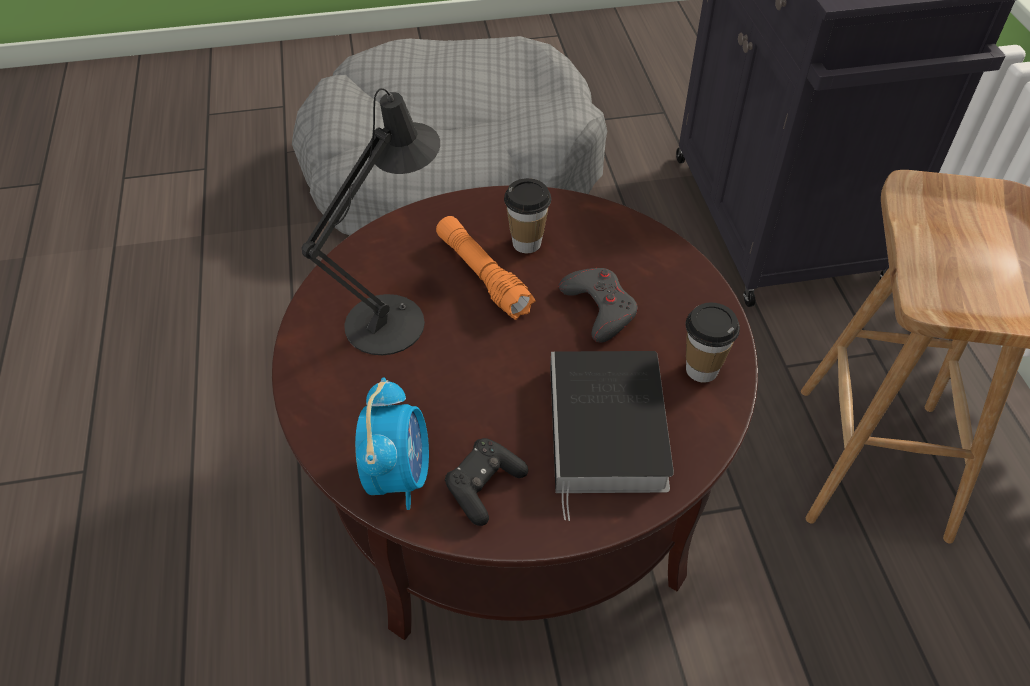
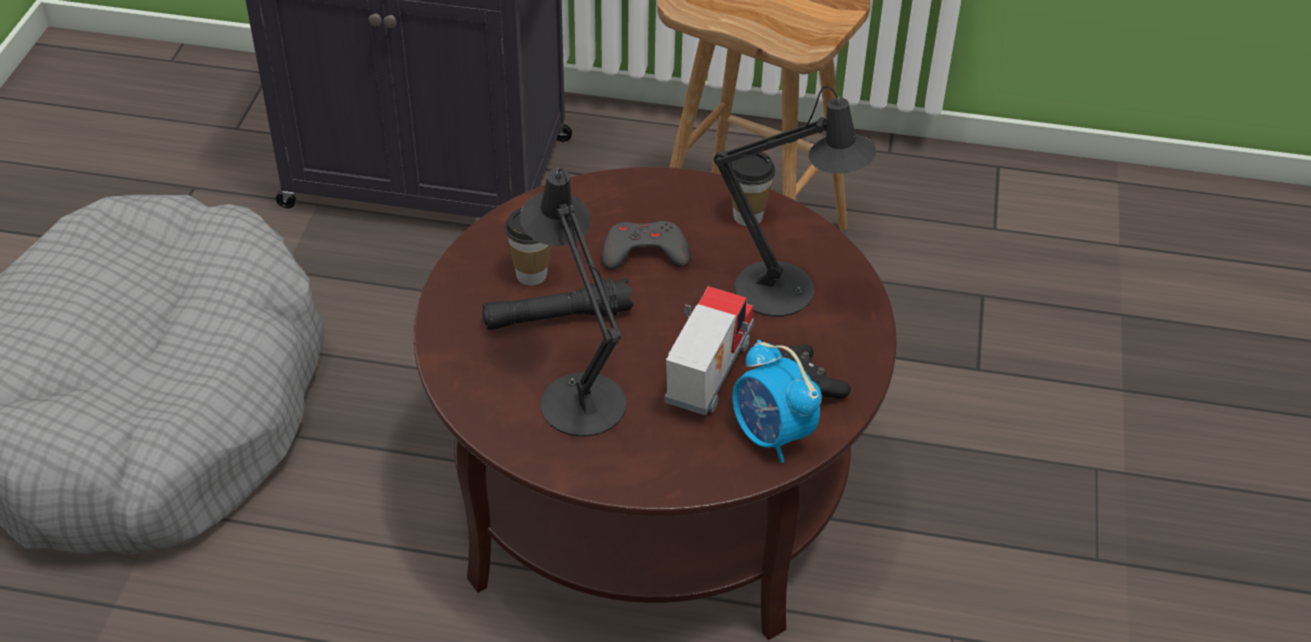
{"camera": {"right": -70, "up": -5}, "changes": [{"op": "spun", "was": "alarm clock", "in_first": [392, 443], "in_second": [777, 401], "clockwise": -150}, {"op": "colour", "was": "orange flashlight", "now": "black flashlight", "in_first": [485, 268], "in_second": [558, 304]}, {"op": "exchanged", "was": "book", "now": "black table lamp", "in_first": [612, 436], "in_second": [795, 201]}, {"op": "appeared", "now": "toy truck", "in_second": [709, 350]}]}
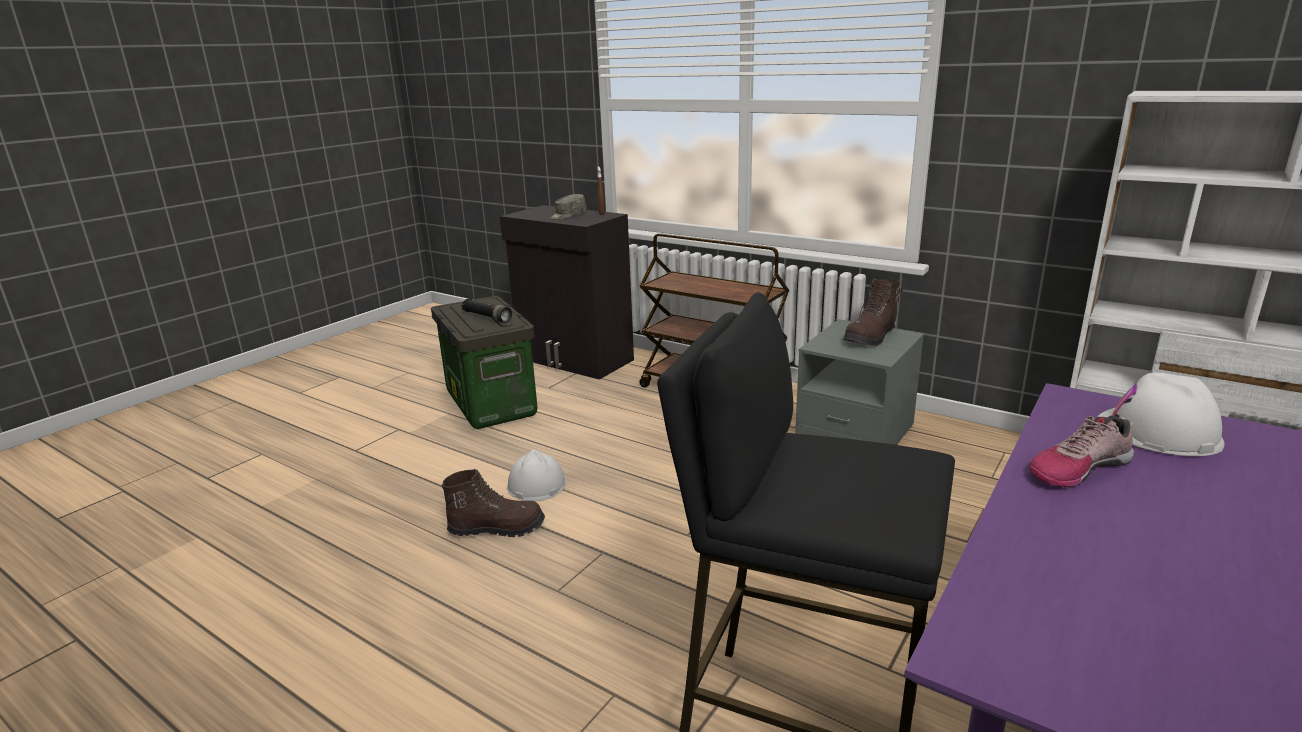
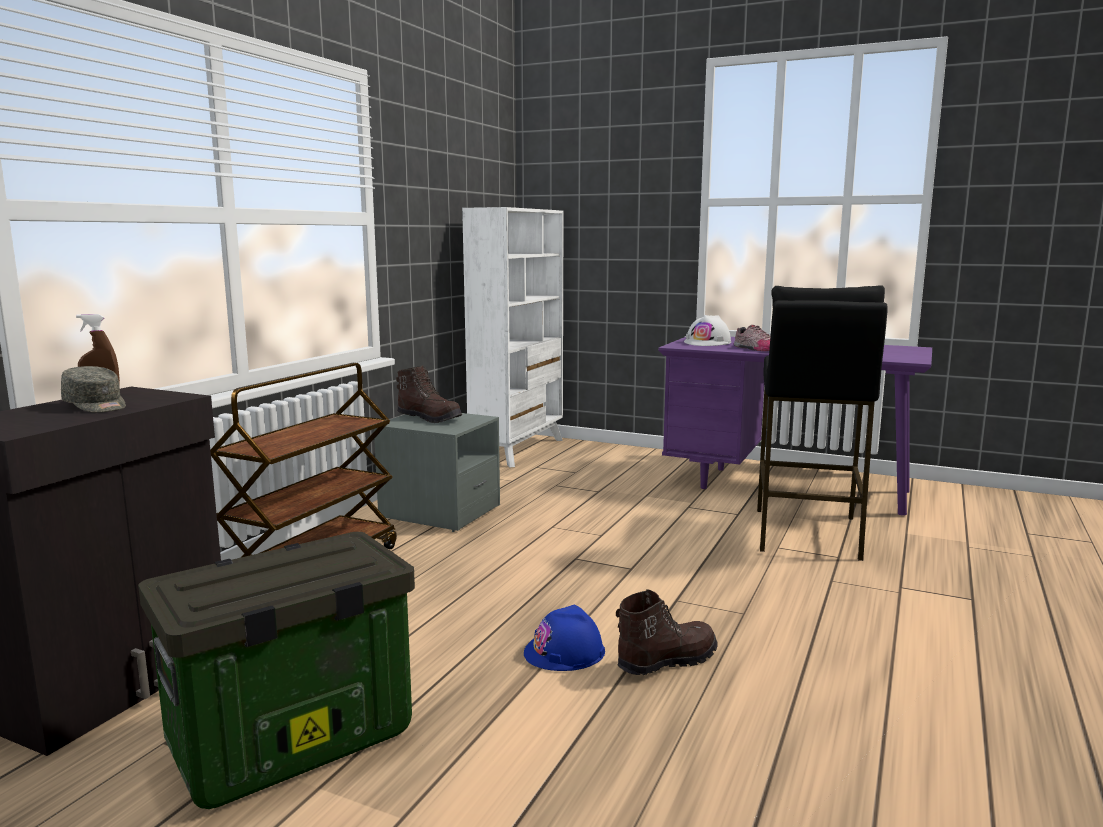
{"camera": {"right": -100, "up": -10}, "changes": [{"op": "spun", "was": "brown boot", "in_first": [493, 503], "in_second": [667, 632], "clockwise": 75}, {"op": "missing", "was": "black flashlight", "in_first": [487, 311]}, {"op": "colour", "was": "white hard hat", "now": "blue hard hat", "in_first": [537, 475], "in_second": [564, 638]}]}
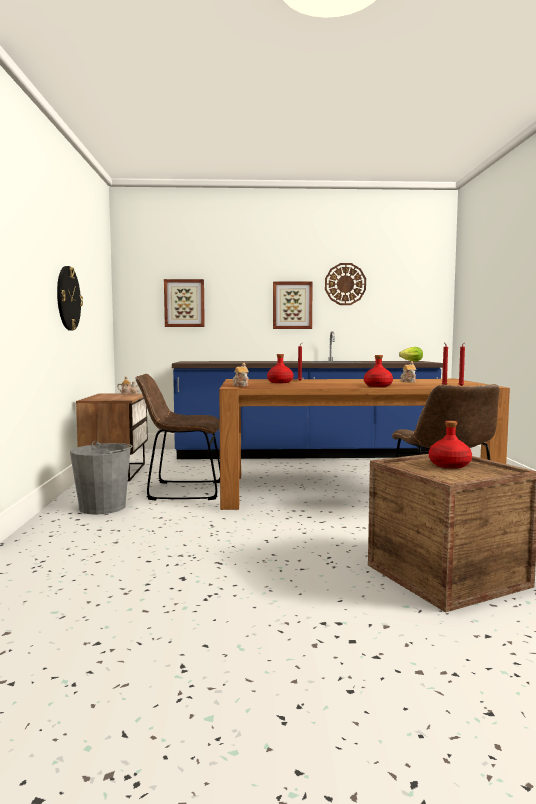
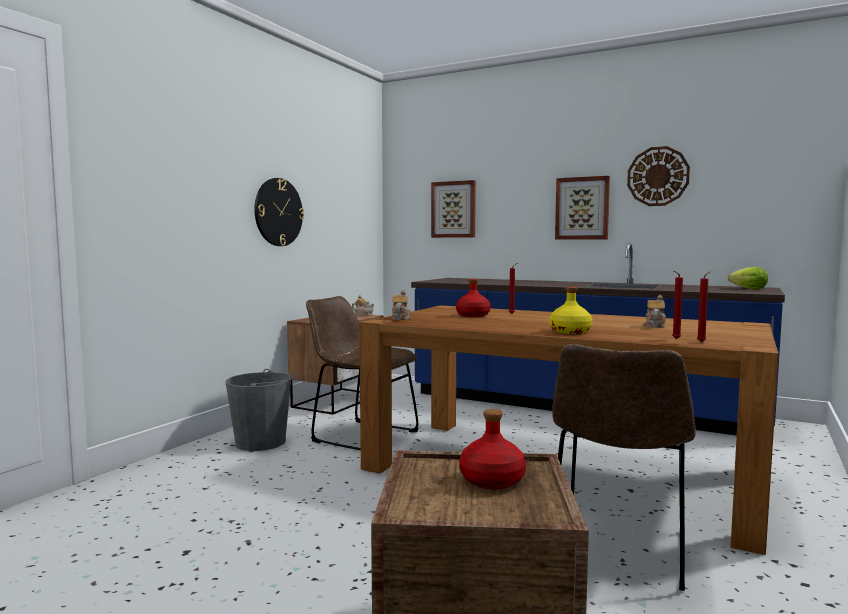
{"camera": {"right": 30, "up": 0}, "changes": [{"op": "colour", "was": "red bottle", "now": "yellow bottle", "in_first": [378, 371], "in_second": [571, 310]}]}
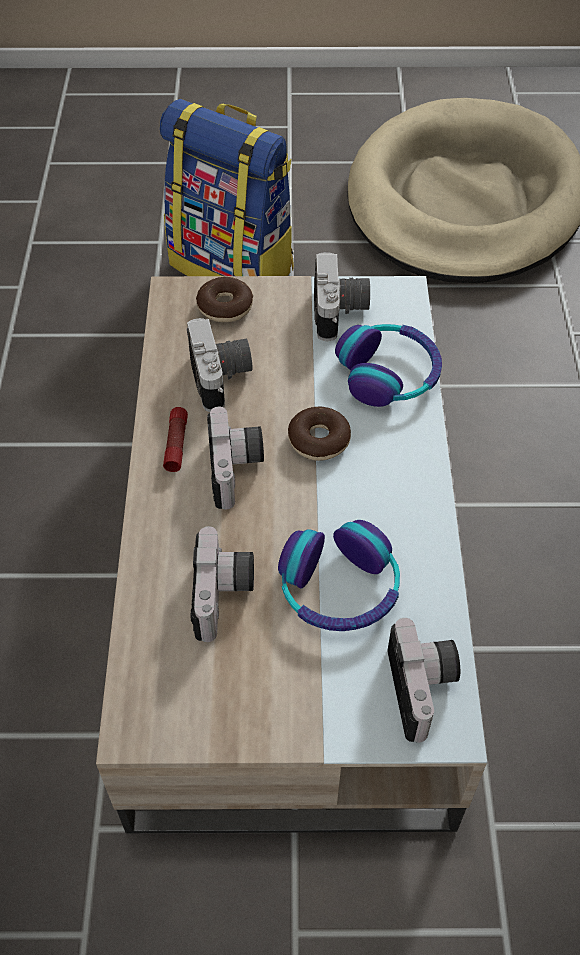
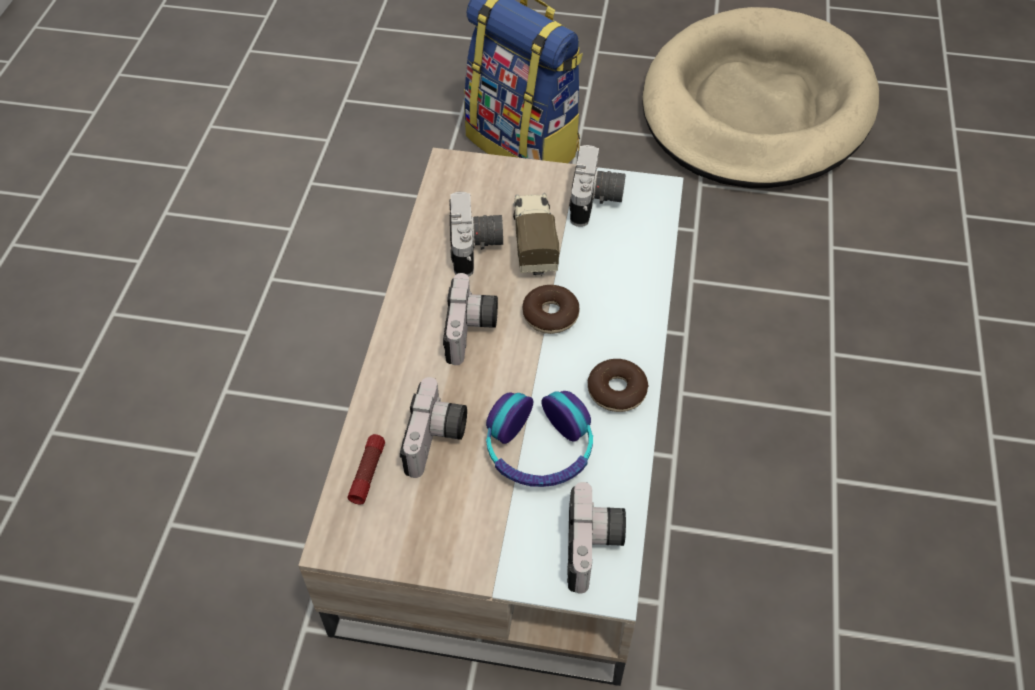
{"camera": {"right": 10, "up": 0}, "changes": [{"op": "relocated", "was": "flashlight", "in_first": [175, 439], "in_second": [366, 469]}, {"op": "relocated", "was": "donut", "in_first": [224, 299], "in_second": [618, 385]}, {"op": "missing", "was": "headphones", "in_first": [388, 365]}, {"op": "appeared", "now": "toy truck", "in_second": [536, 235]}]}
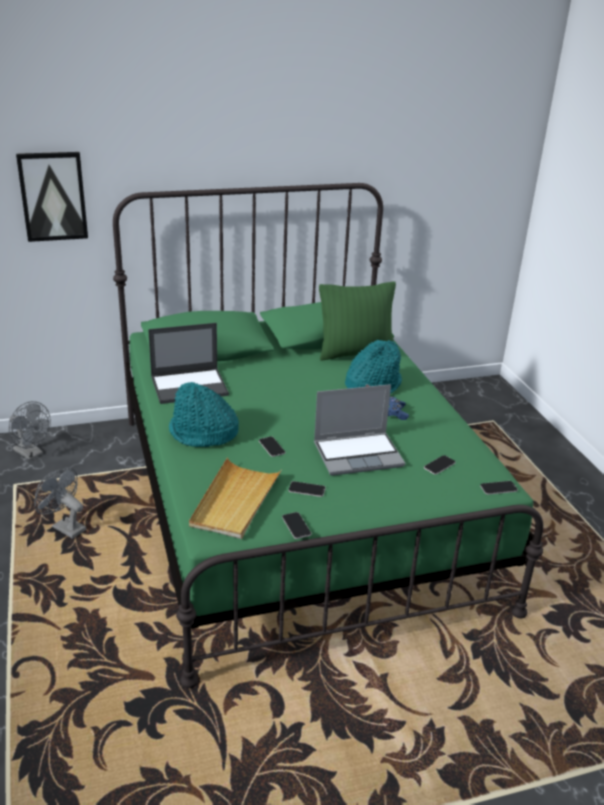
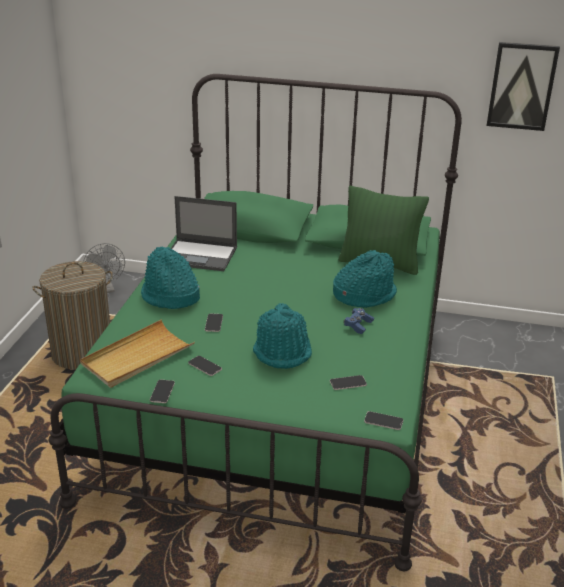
{"camera": {"right": 30, "up": 0}, "changes": [{"op": "relocated", "was": "picture", "in_first": [52, 197], "in_second": [523, 86]}, {"op": "exchanged", "was": "grey fan", "now": "laundry basket", "in_first": [60, 503], "in_second": [72, 315]}, {"op": "exchanged", "was": "laptop", "now": "turquoise hat", "in_first": [359, 430], "in_second": [282, 336]}]}
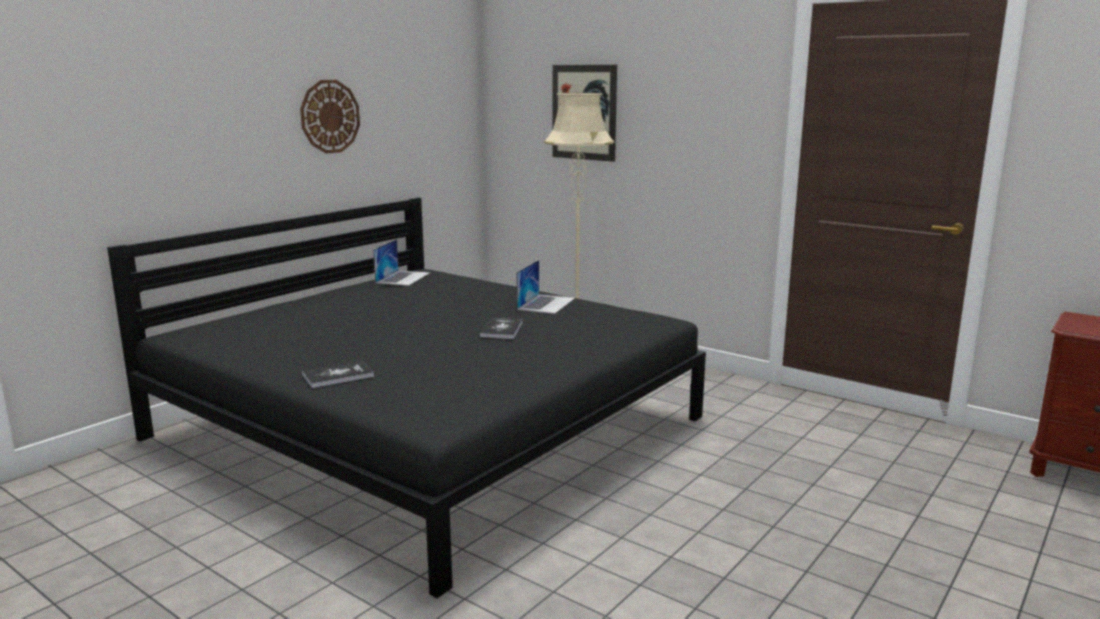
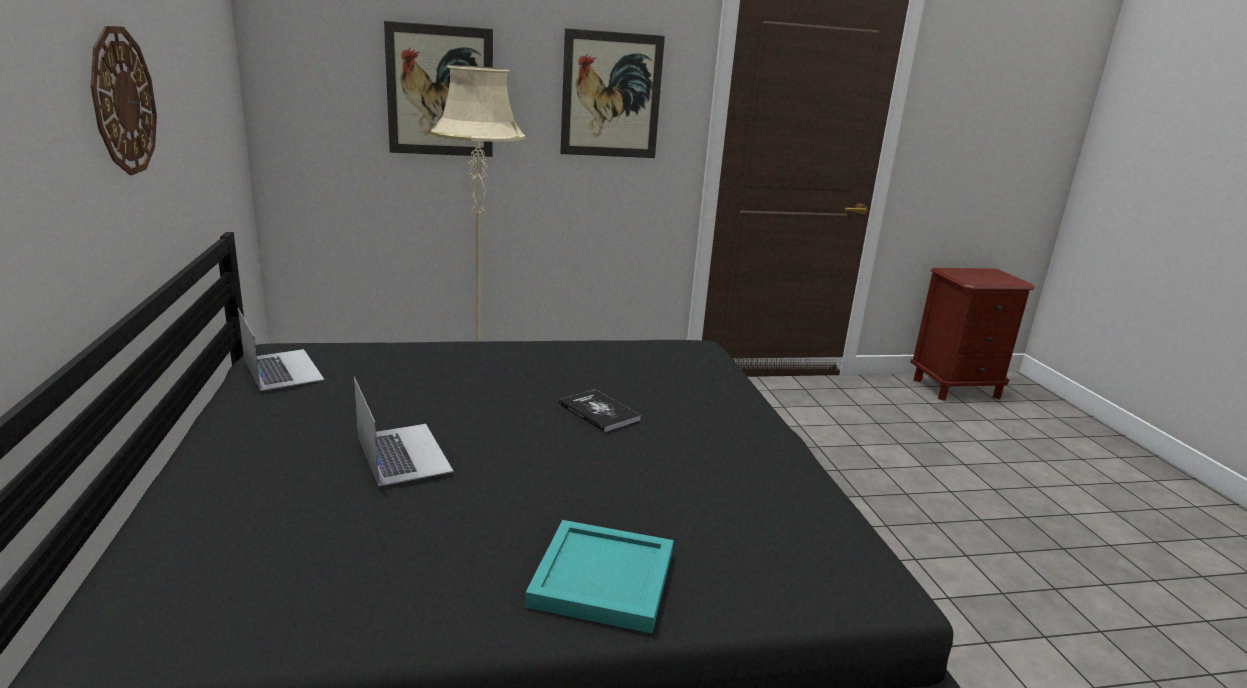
{"camera": {"right": -50, "up": 5}, "changes": [{"op": "exchanged", "was": "book", "now": "turquoise tray", "in_first": [338, 374], "in_second": [599, 576]}, {"op": "relocated", "was": "laptop", "in_first": [546, 287], "in_second": [403, 432]}, {"op": "appeared", "now": "picture", "in_second": [612, 93]}]}
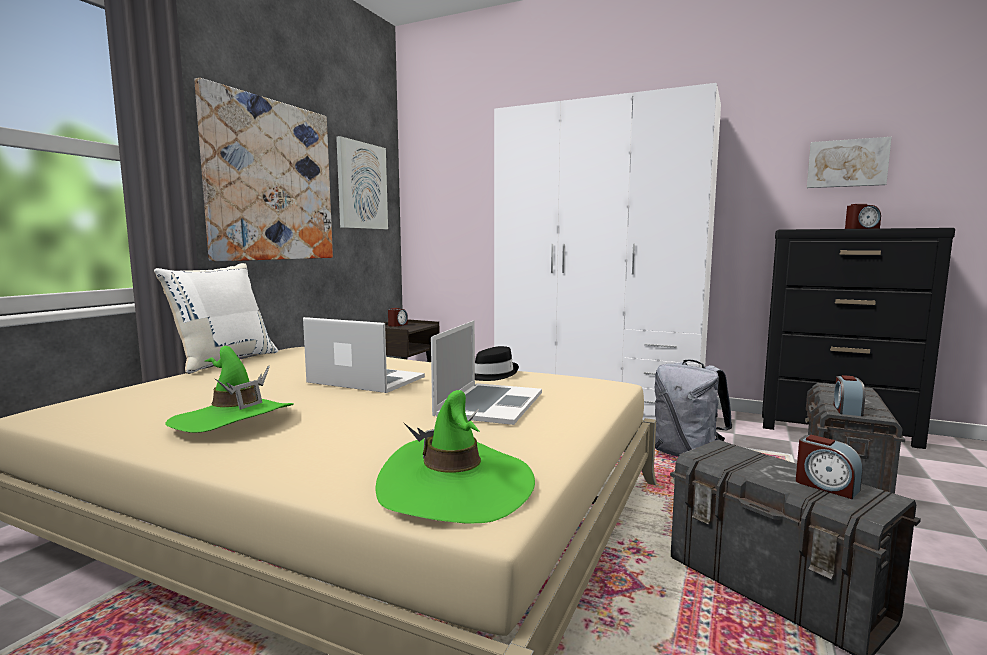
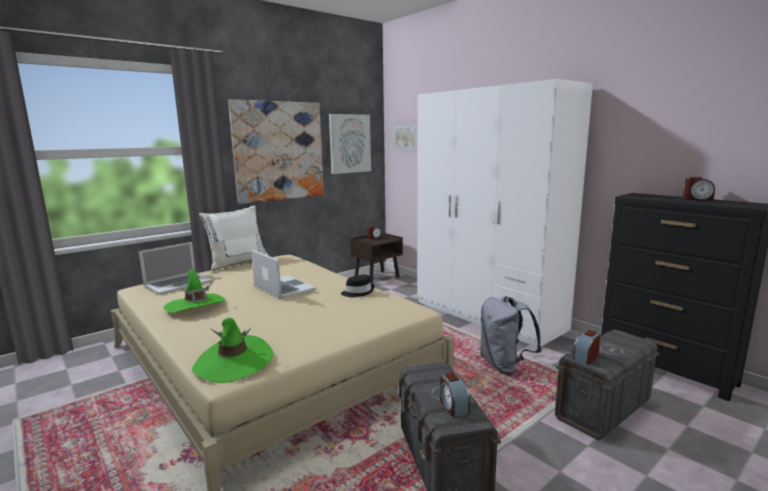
{"camera": {"right": 25, "up": 5}, "changes": [{"op": "relocated", "was": "laptop", "in_first": [486, 372], "in_second": [175, 268]}, {"op": "relocated", "was": "picture", "in_first": [849, 162], "in_second": [405, 137]}]}
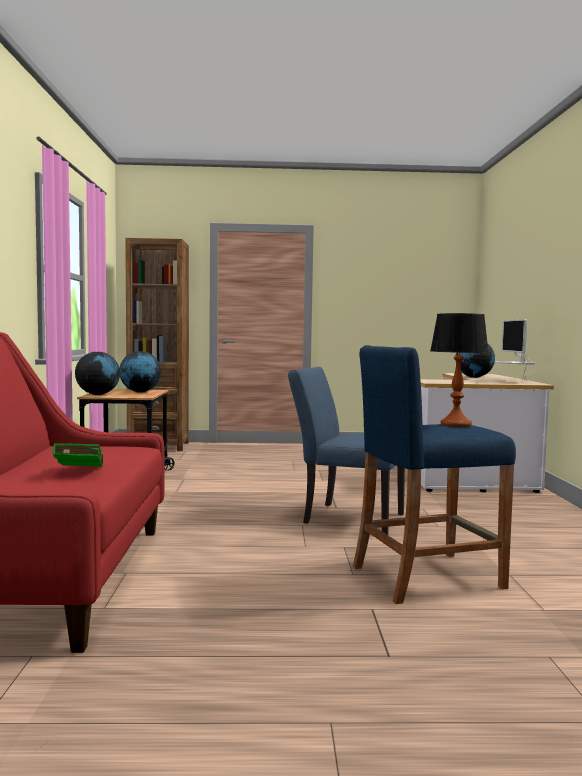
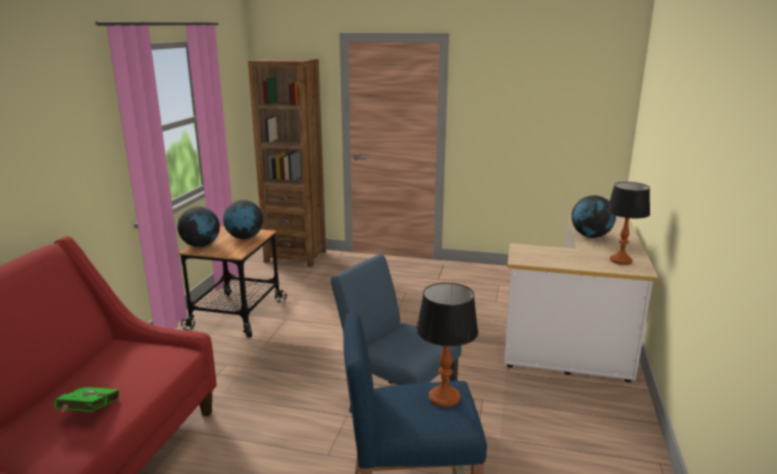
{"camera": {"right": 15, "up": 15}, "changes": [{"op": "exchanged", "was": "monitor", "now": "table lamp", "in_first": [515, 350], "in_second": [628, 223]}]}
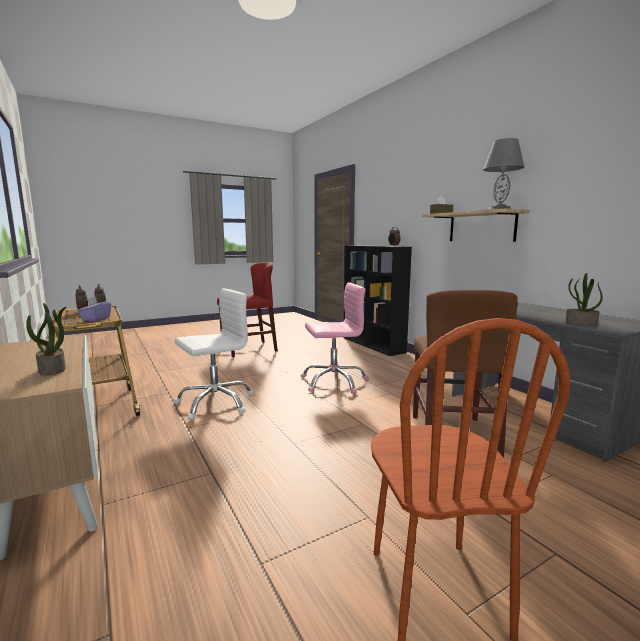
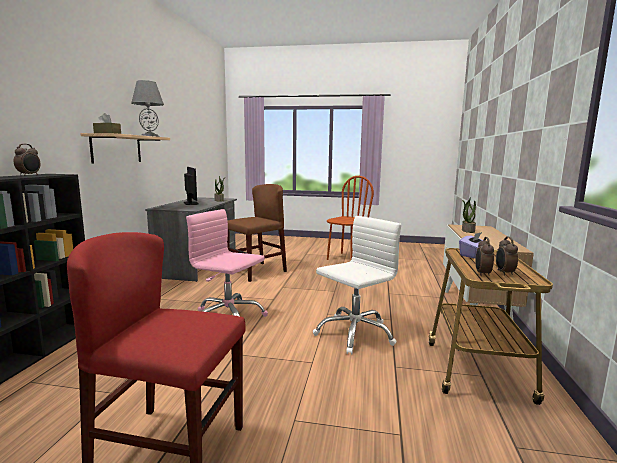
{"camera": {"right": -140, "up": 0}, "changes": [{"op": "spun", "was": "white office chair", "in_first": [214, 354], "in_second": [357, 285], "clockwise": 135}, {"op": "appeared", "now": "monitor", "in_second": [191, 186]}]}
